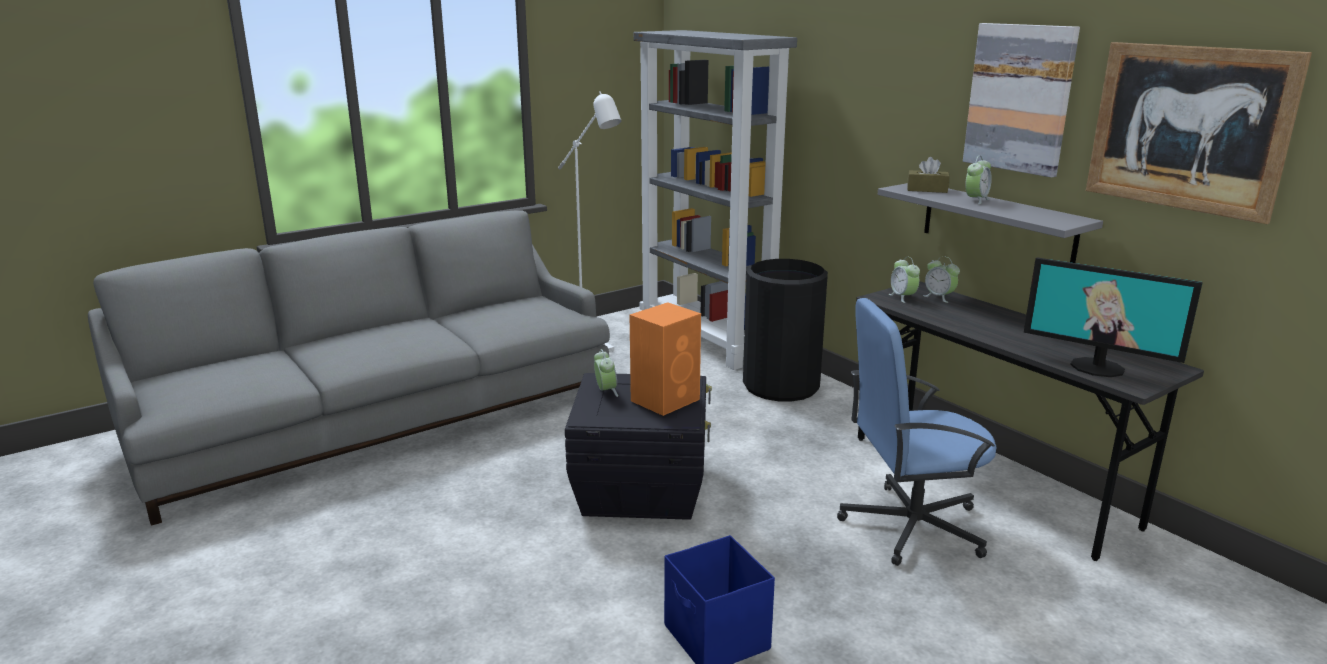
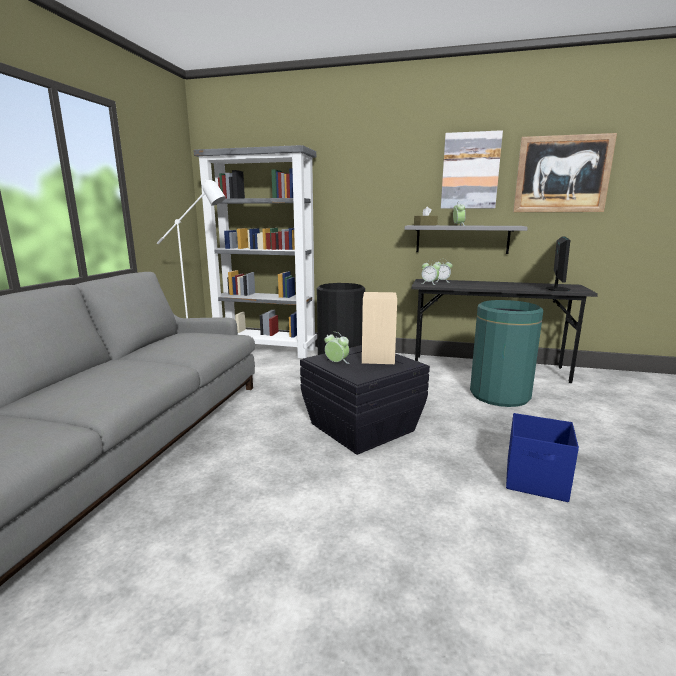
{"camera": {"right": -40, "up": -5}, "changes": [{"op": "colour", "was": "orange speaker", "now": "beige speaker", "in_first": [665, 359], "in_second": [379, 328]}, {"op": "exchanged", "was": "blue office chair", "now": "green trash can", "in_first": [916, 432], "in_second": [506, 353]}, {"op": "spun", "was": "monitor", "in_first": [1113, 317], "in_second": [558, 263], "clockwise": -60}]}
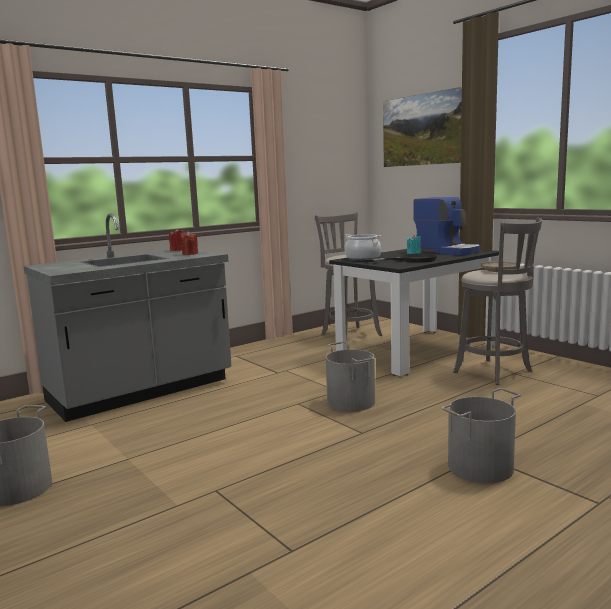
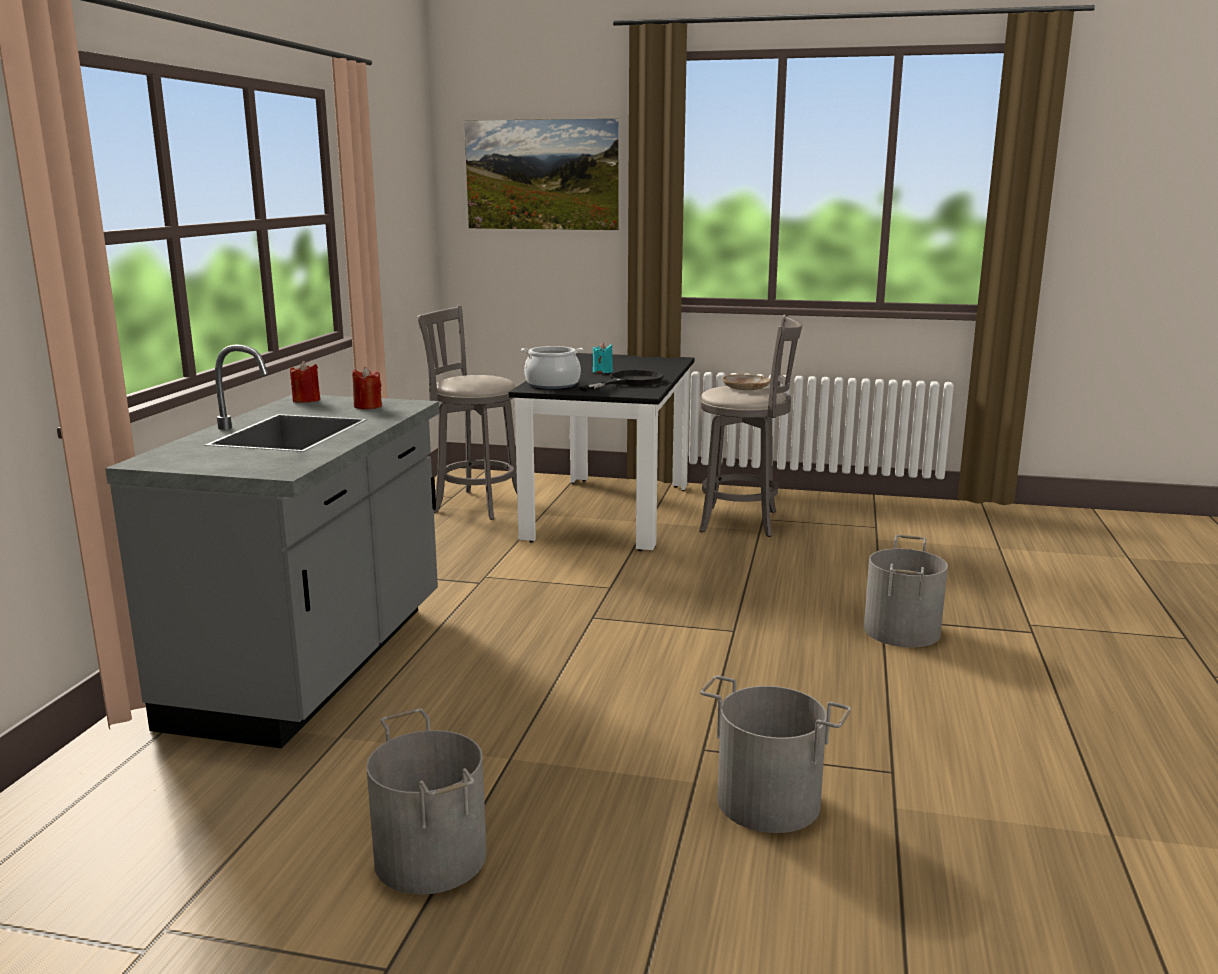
{"camera": {"right": -40, "up": 5}, "changes": [{"op": "relocated", "was": "grey bucket", "in_first": [350, 377], "in_second": [775, 754]}, {"op": "missing", "was": "coffee machine", "in_first": [447, 226]}]}
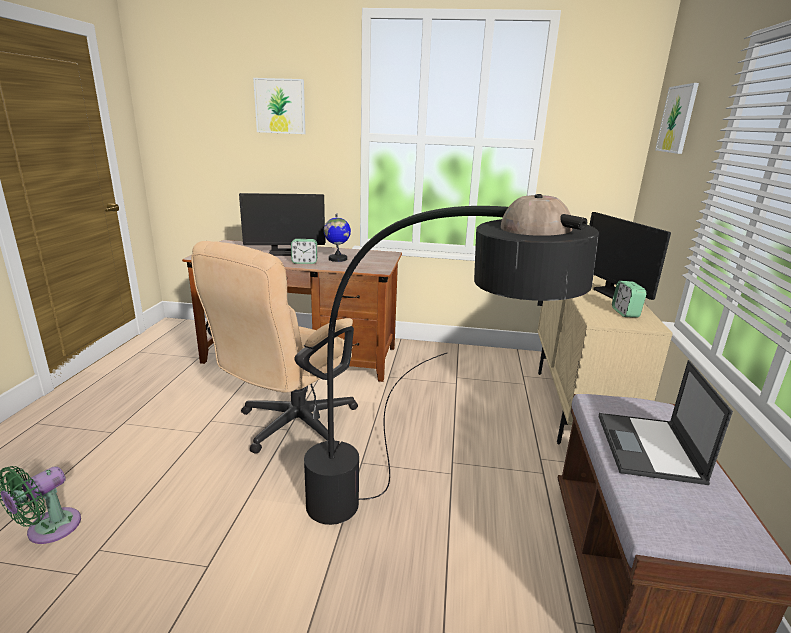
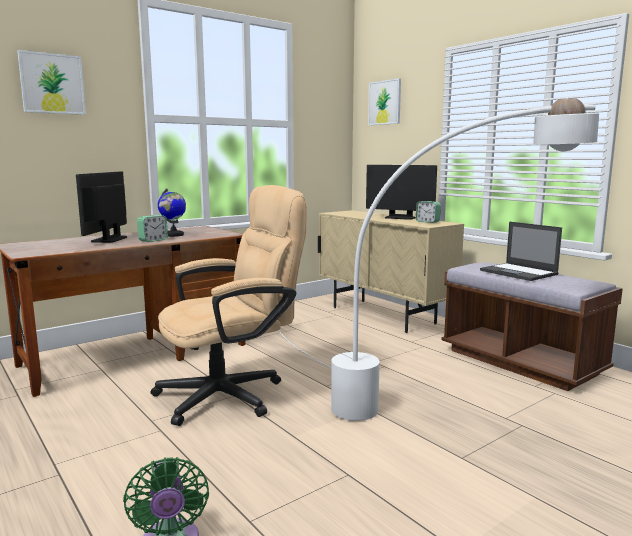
{"camera": {"right": -45, "up": -10}, "changes": [{"op": "spun", "was": "beige office chair", "in_first": [274, 347], "in_second": [229, 305], "clockwise": -105}, {"op": "spun", "was": "monitor", "in_first": [282, 224], "in_second": [101, 207], "clockwise": 150}, {"op": "colour", "was": "black floor lamp", "now": "white floor lamp", "in_first": [451, 359], "in_second": [438, 259]}]}
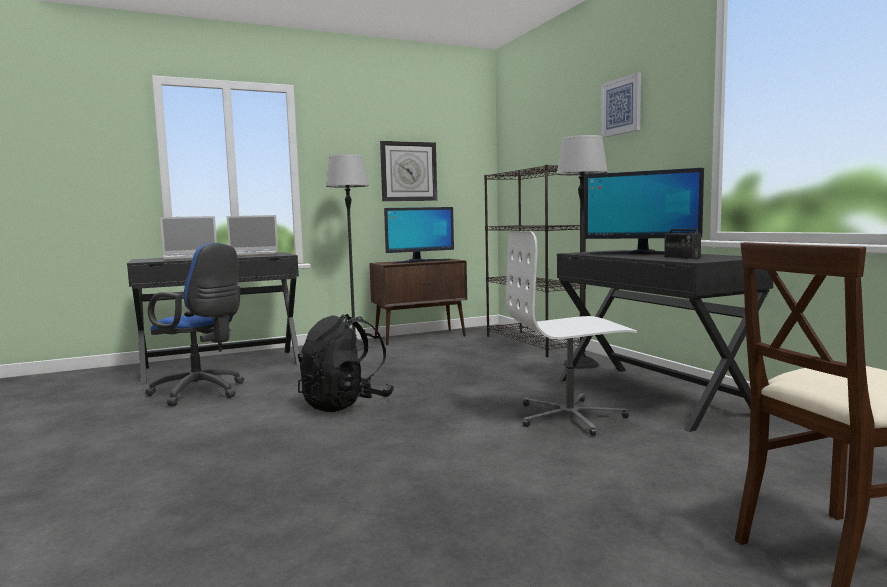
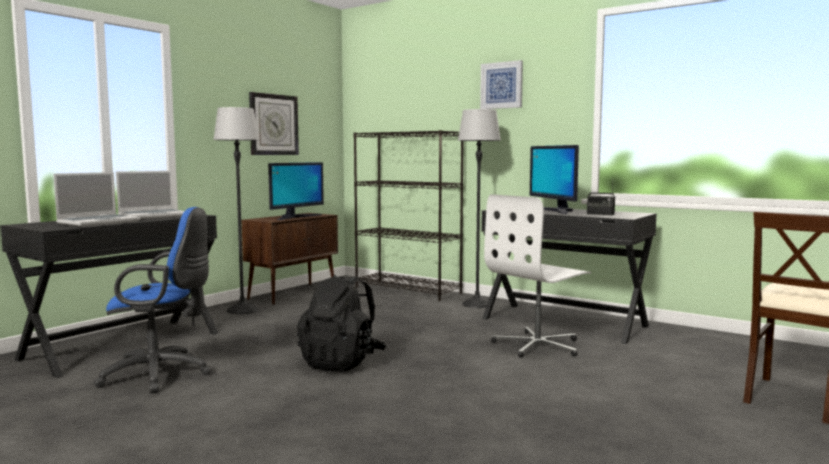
{"camera": {"right": -30, "up": 0}, "changes": [{"op": "spun", "was": "monitor", "in_first": [644, 211], "in_second": [554, 179], "clockwise": 75}]}
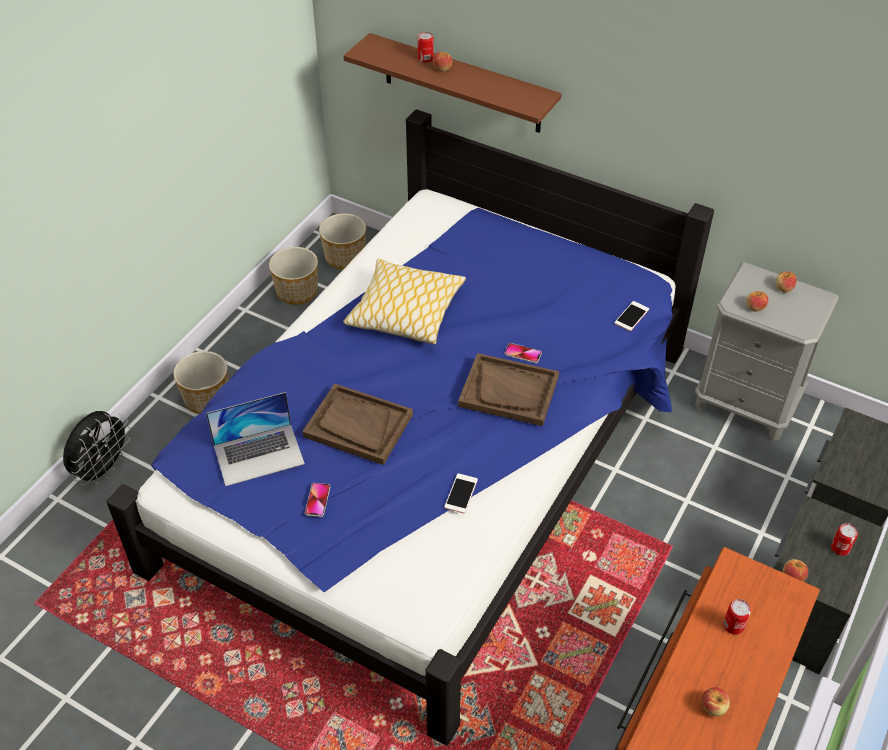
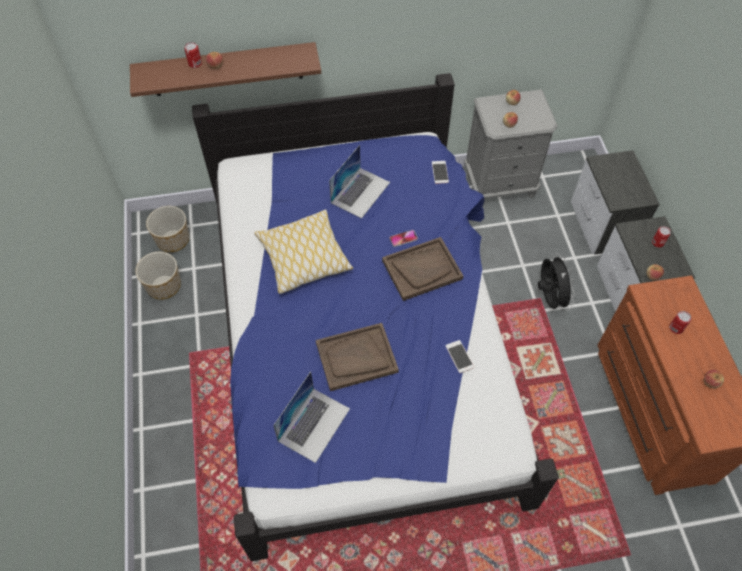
{"camera": {"right": -40, "up": 10}, "changes": [{"op": "relocated", "was": "black fan", "in_first": [97, 448], "in_second": [556, 282]}, {"op": "missing", "was": "planter", "in_first": [201, 382]}, {"op": "missing", "was": "phone", "in_first": [317, 500]}, {"op": "appeared", "now": "laptop", "in_second": [359, 181]}]}
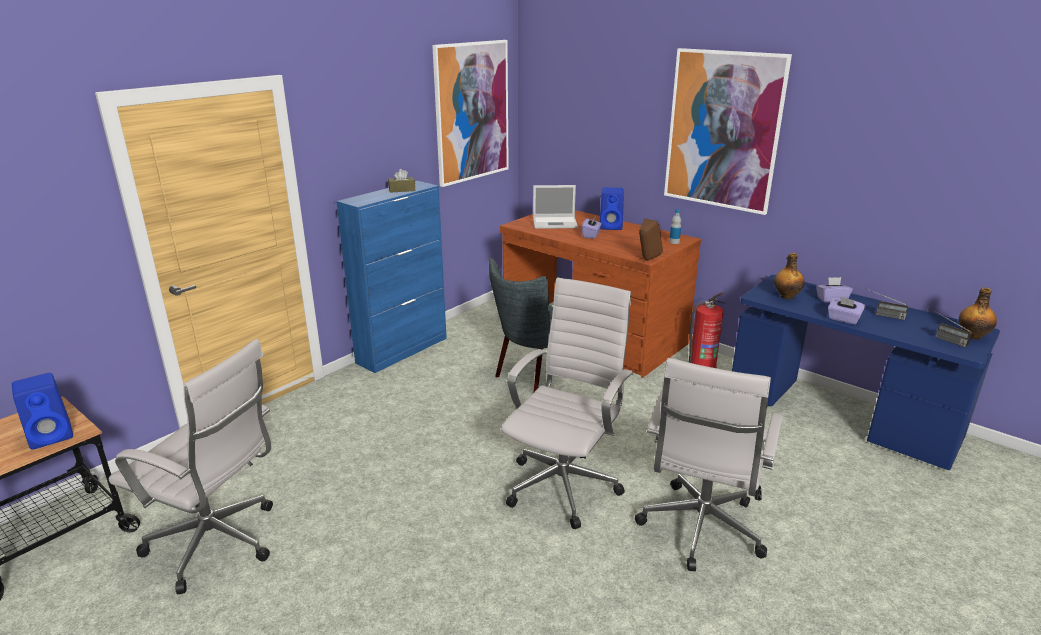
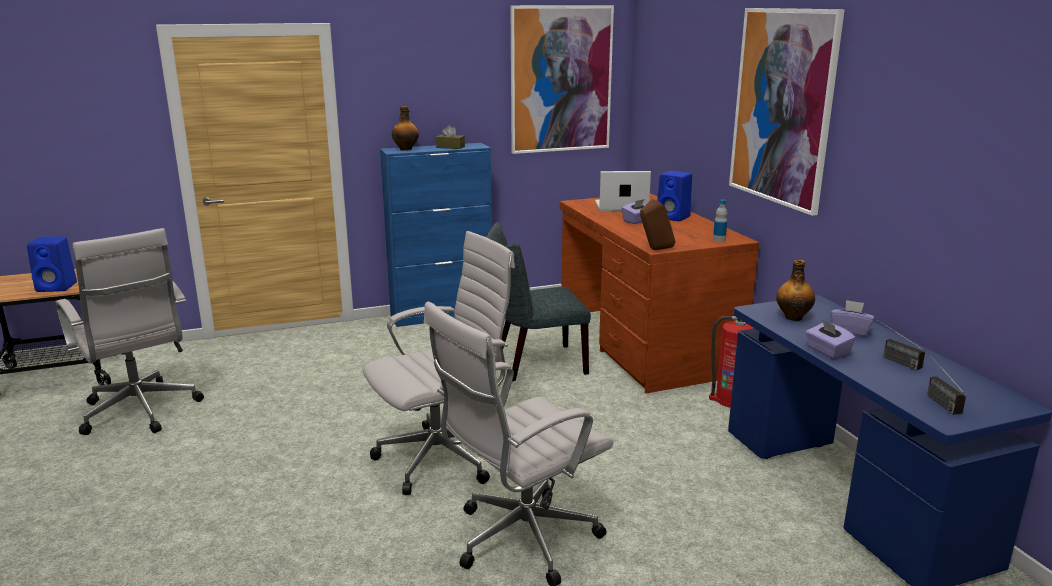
{"camera": {"right": 30, "up": -5}, "changes": [{"op": "spun", "was": "laptop", "in_first": [555, 207], "in_second": [623, 191], "clockwise": 150}, {"op": "relocated", "was": "bottle", "in_first": [978, 313], "in_second": [405, 128]}]}
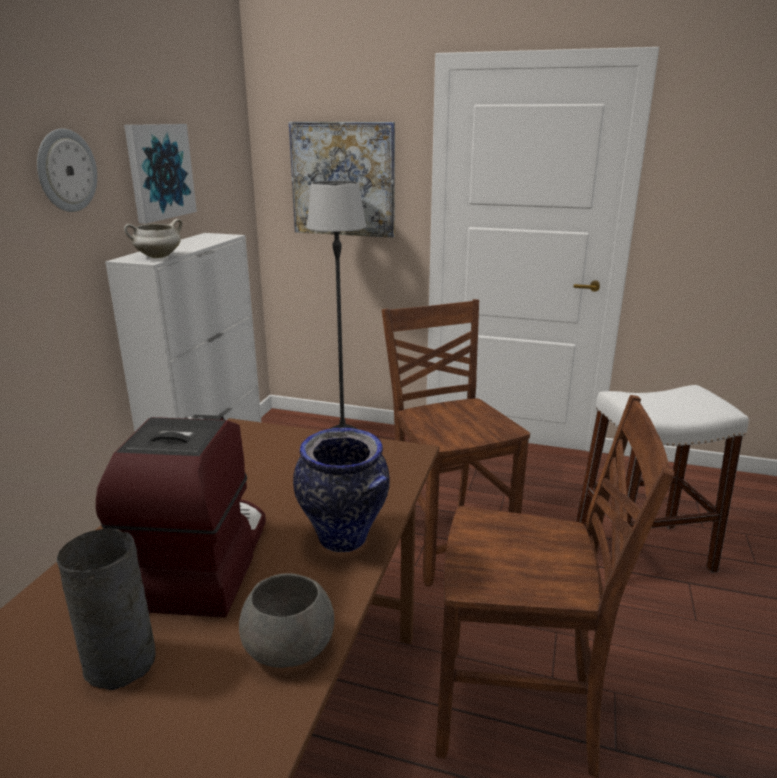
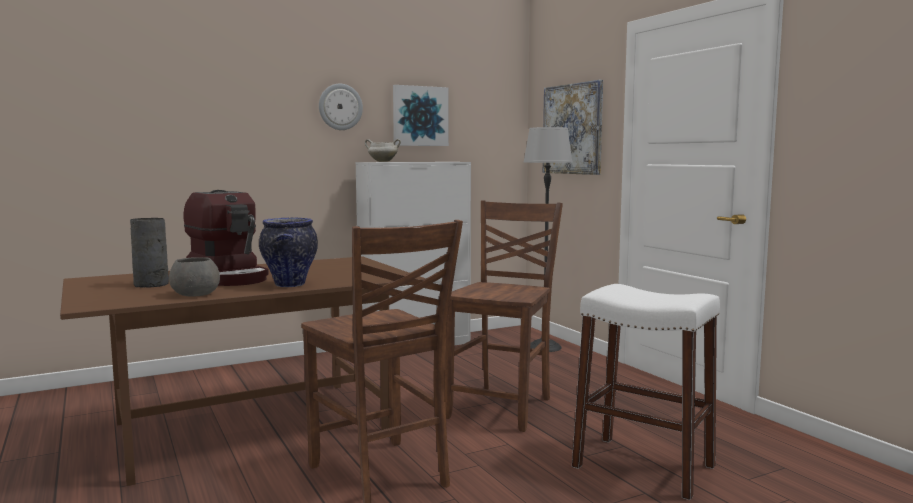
{"camera": {"right": 45, "up": -15}, "changes": [{"op": "spun", "was": "coffee machine", "in_first": [181, 516], "in_second": [226, 238], "clockwise": 90}]}
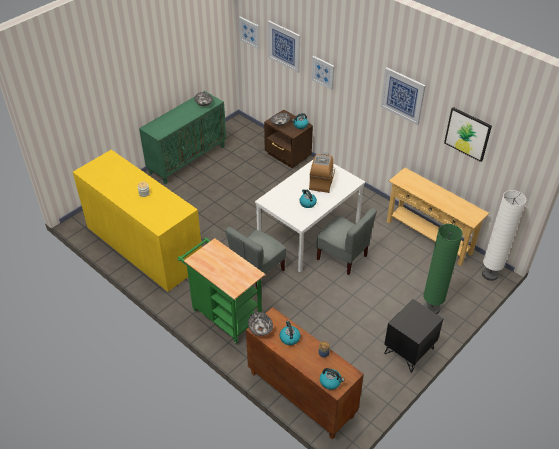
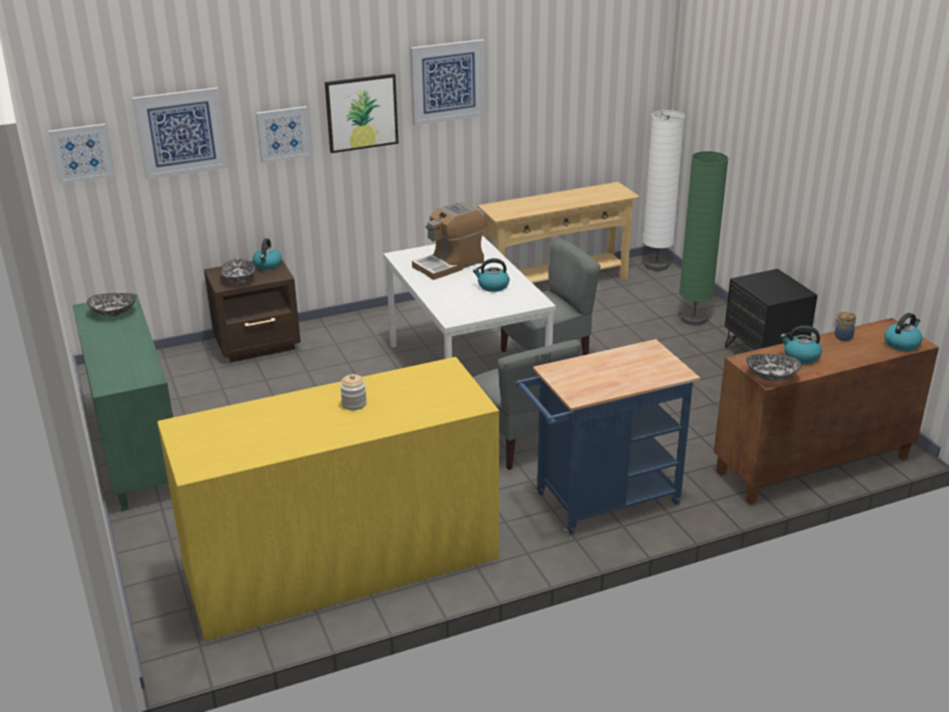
{"camera": {"right": -65, "up": -15}, "changes": [{"op": "colour", "was": "green cart", "now": "blue cart", "in_first": [221, 291], "in_second": [607, 437]}, {"op": "spun", "was": "coffee machine", "in_first": [322, 172], "in_second": [448, 241], "clockwise": -75}, {"op": "relocated", "was": "picture", "in_first": [468, 134], "in_second": [362, 113]}]}
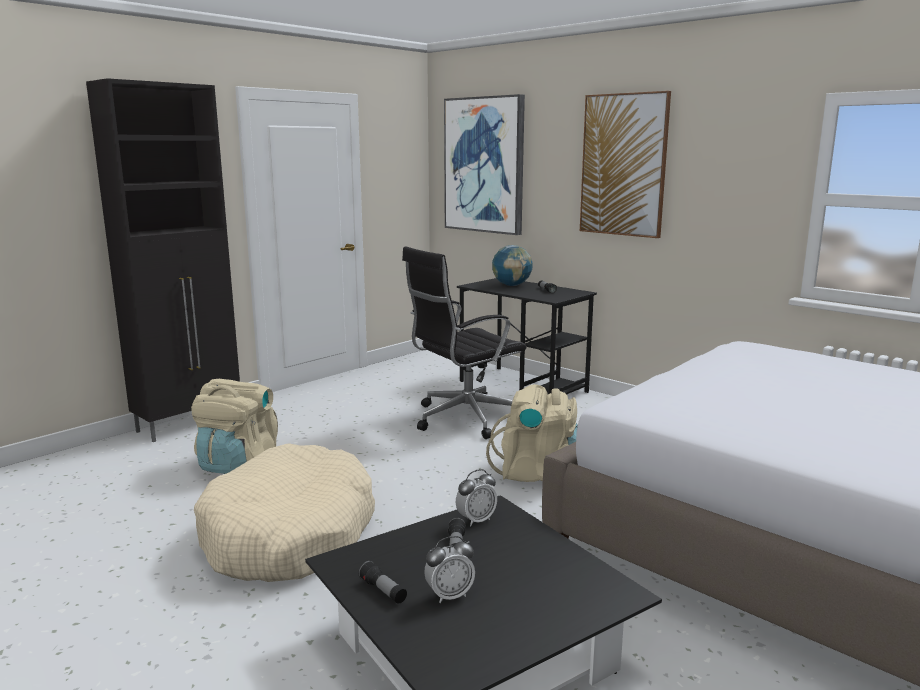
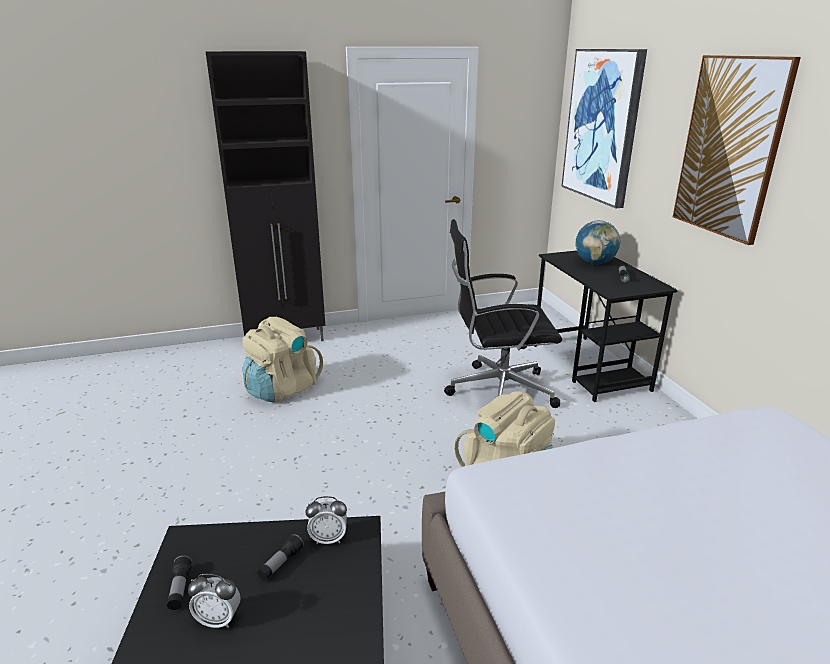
{"camera": {"right": 30, "up": 10}, "changes": [{"op": "missing", "was": "beige dog bed", "in_first": [284, 512]}]}
